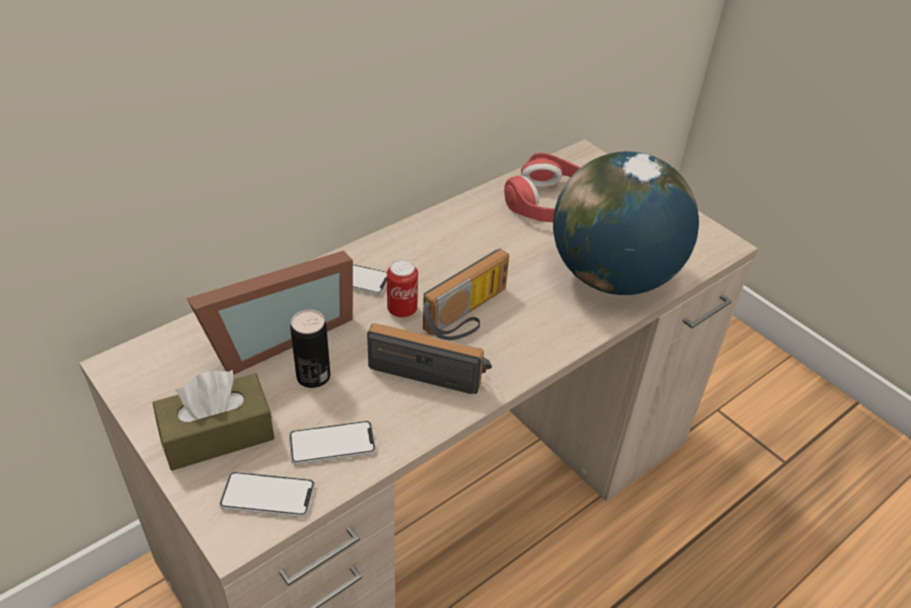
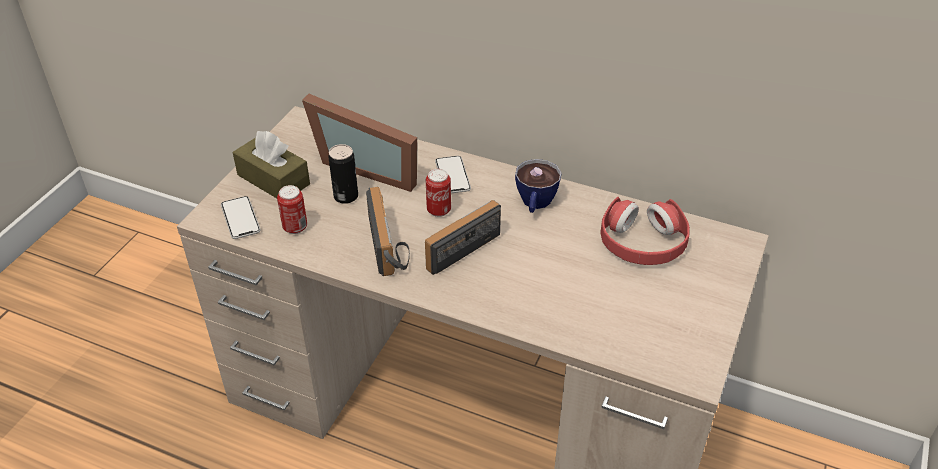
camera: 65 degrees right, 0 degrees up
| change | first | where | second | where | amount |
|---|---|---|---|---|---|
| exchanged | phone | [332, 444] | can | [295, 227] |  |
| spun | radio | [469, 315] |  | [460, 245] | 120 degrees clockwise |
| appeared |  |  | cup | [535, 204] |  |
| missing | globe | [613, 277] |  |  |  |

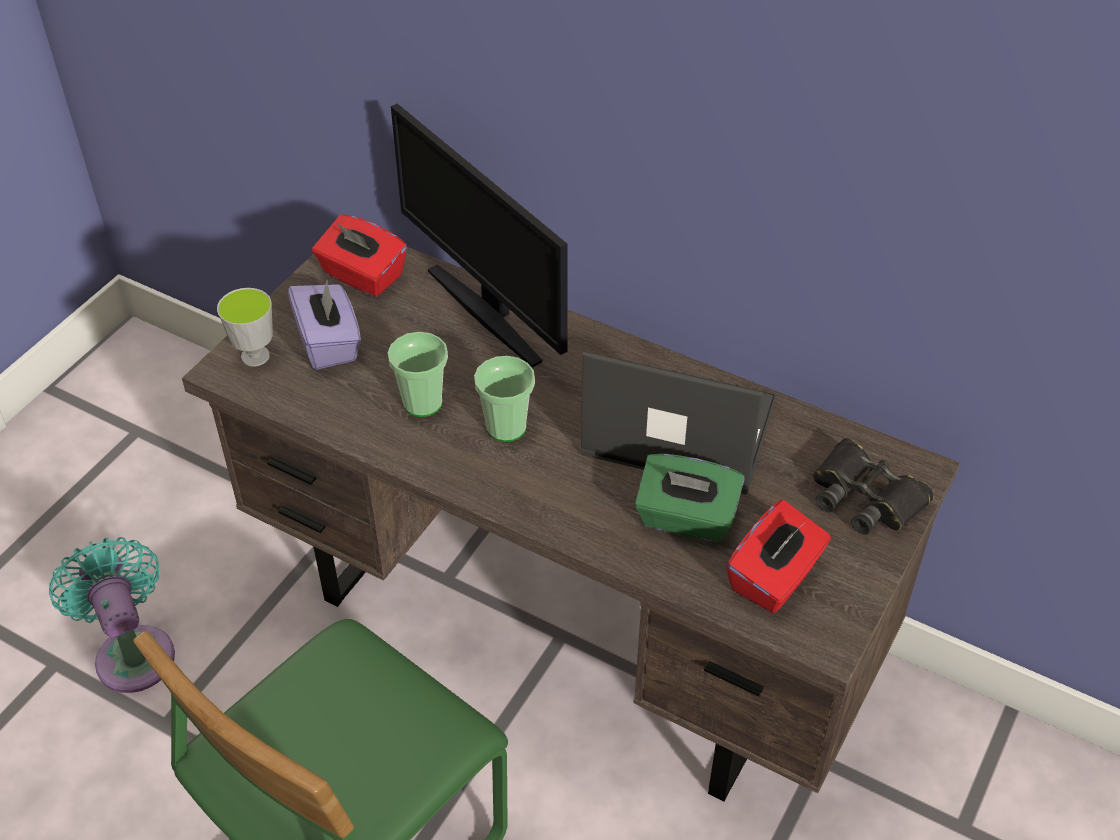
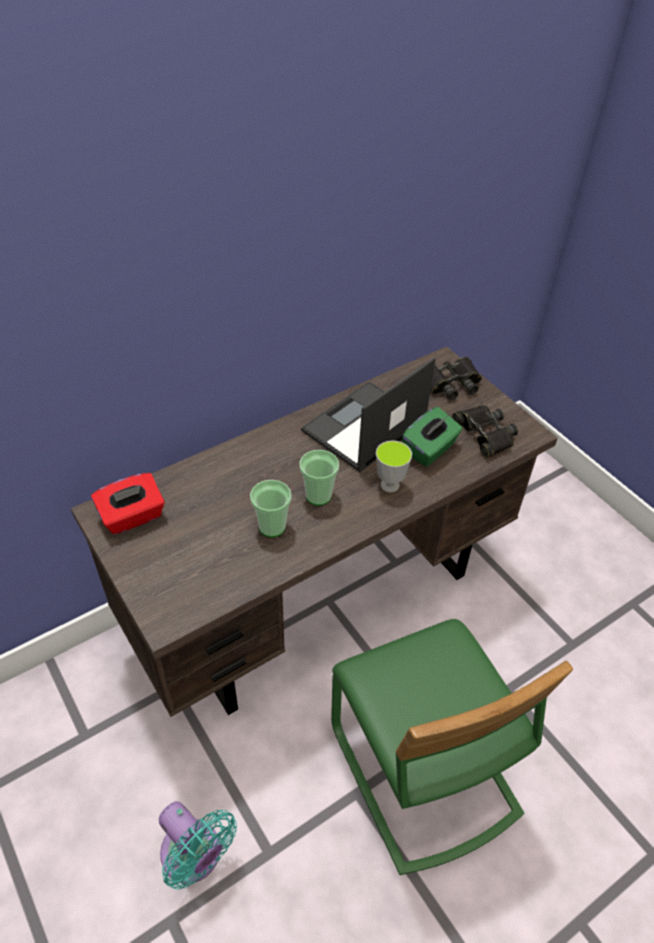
camera: 65 degrees left, 0 degrees up
| change | first | where | second | where | amount |
|---|---|---|---|---|---|
| spun | fan (turquoise) | [133, 652] |  | [195, 857] | 135 degrees counterclockwise |
| relocated | cup | [255, 356] |  | [389, 485] |  |
| exchanged | tissue box (red) | [775, 578] | binoculars (black) | [485, 434] |  |
| missing | tissue box (purple) | [329, 343] |  |  |  |
| missing | monitor | [488, 312] |  |  |  |

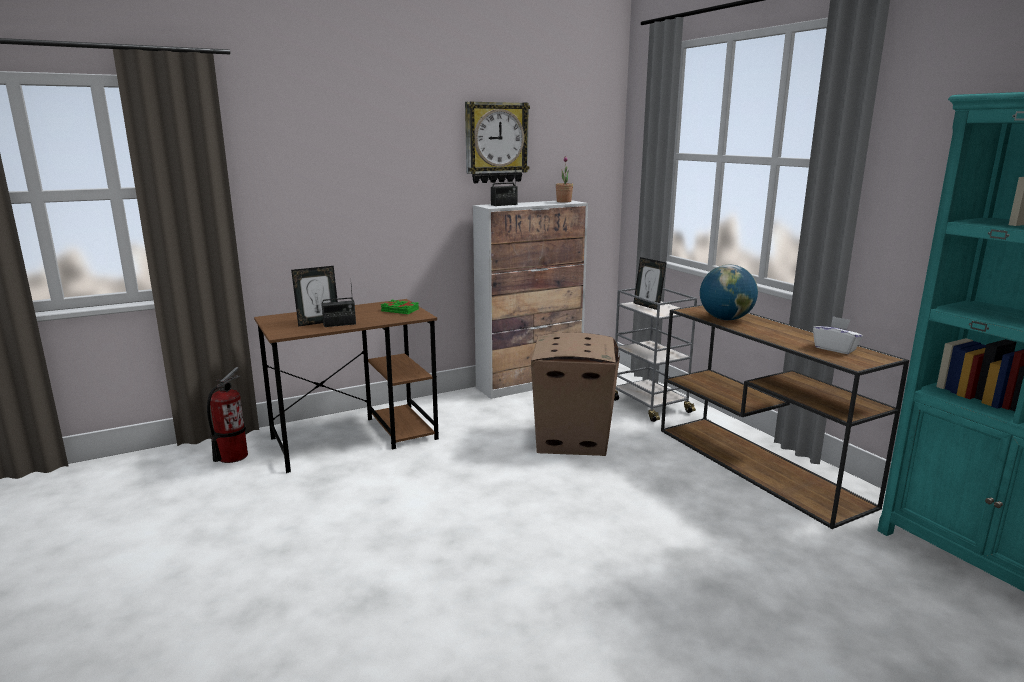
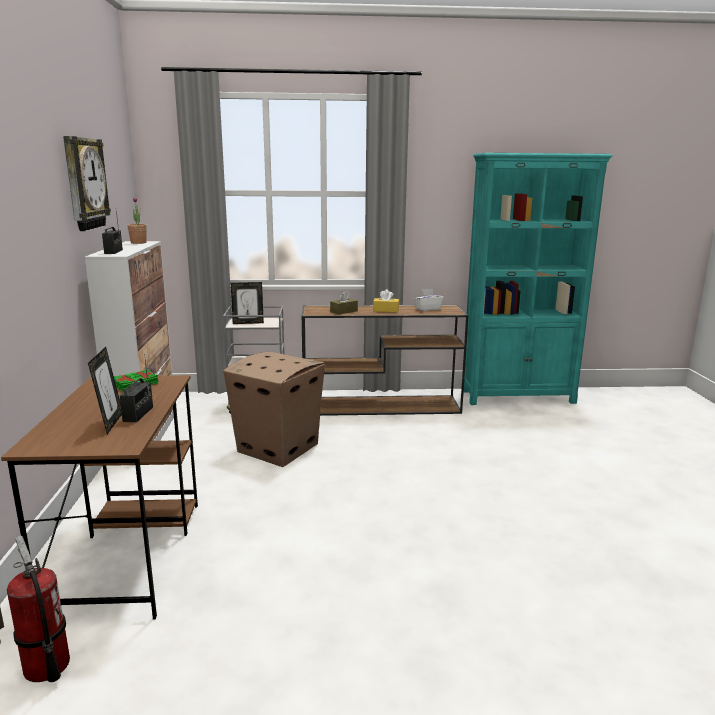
camera: 65 degrees left, 0 degrees up
| change | first | where | second | where | amount |
|---|---|---|---|---|---|
| exchanged | globe | [725, 319] | tissue box (brown) | [344, 311] |  |
| appeared |  |  | tissue box (yellow) | [386, 310] |  |

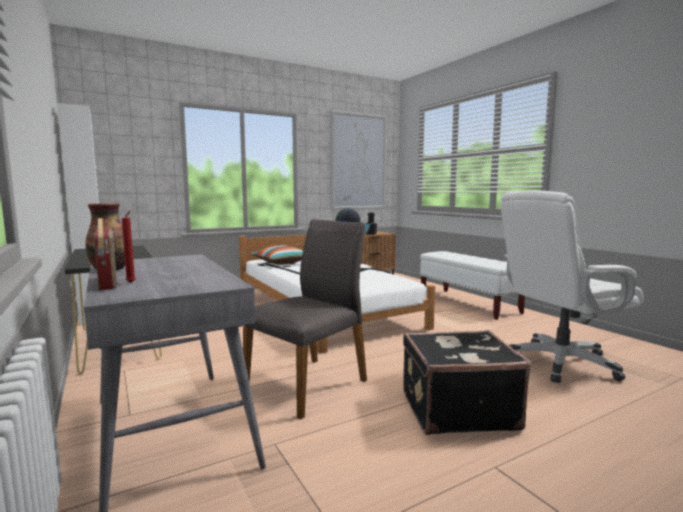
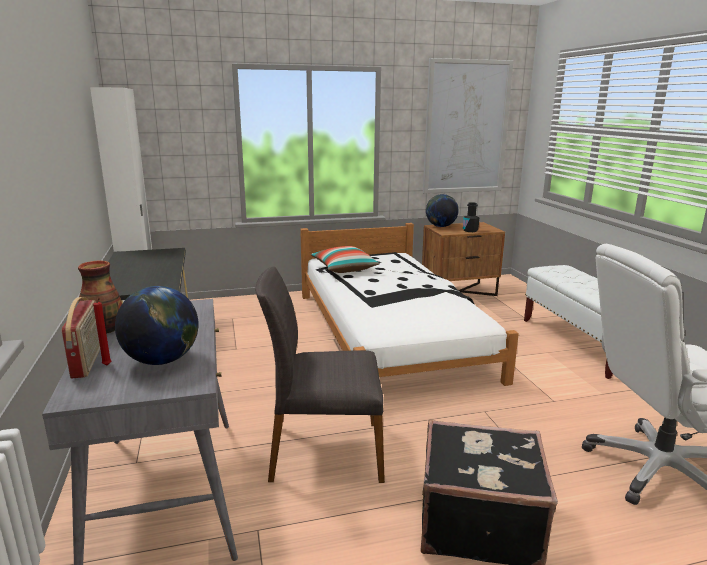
camera: 15 degrees right, 10 degrees up
| change | first | where | second | where | amount |
|---|---|---|---|---|---|
| appeared |  |  | globe | [162, 361] |  |
| spun | chair (grey) | [308, 384] |  | [324, 451] | 150 degrees counterclockwise |

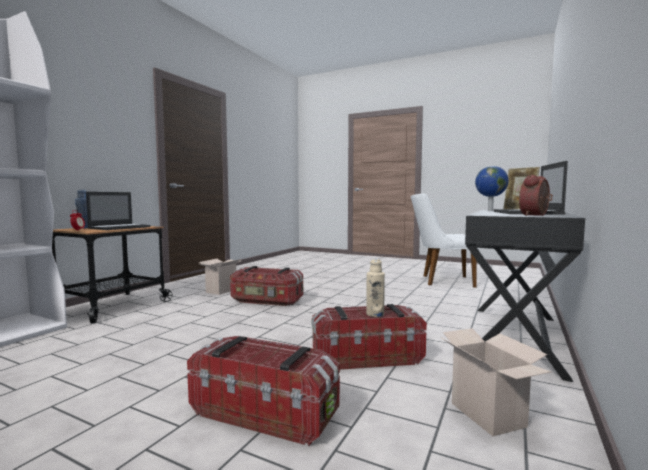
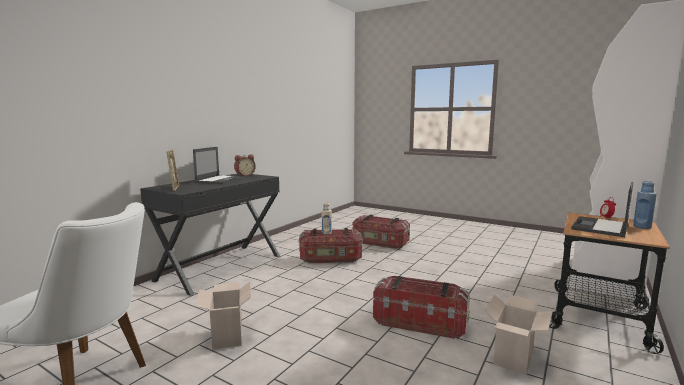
camera: 175 degrees left, 5 degrees up
| change | first | where | second | where | amount |
|---|---|---|---|---|---|
| relocated | cardboard box | [490, 415] |  | [226, 336] |  |
| missing | globe | [489, 211] |  |  |  |

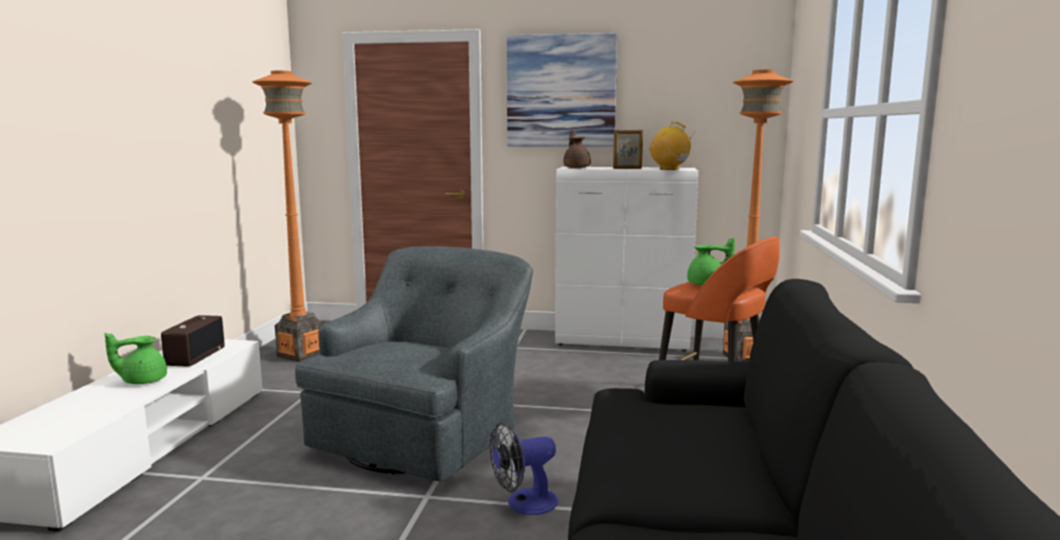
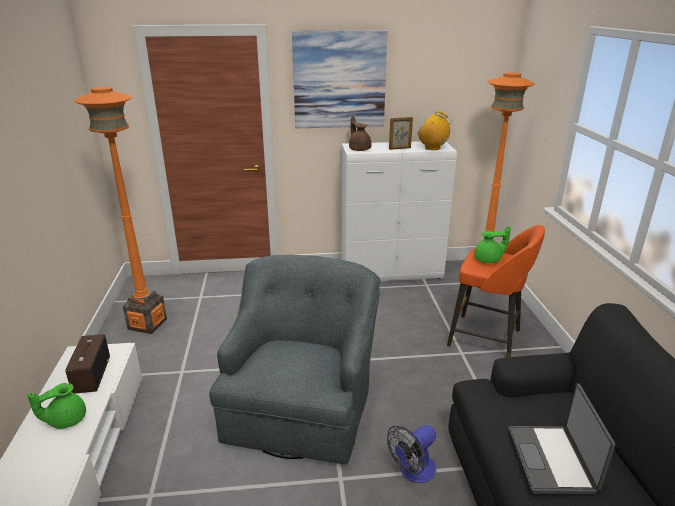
camera: 15 degrees left, 15 degrees up
| change | first | where | second | where | amount |
|---|---|---|---|---|---|
| appeared |  |  | laptop | [552, 460] |  |

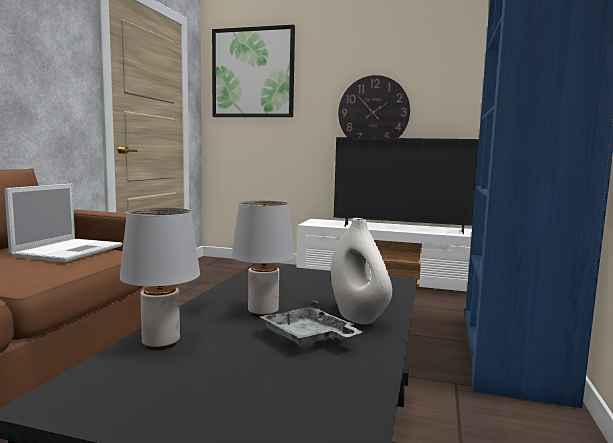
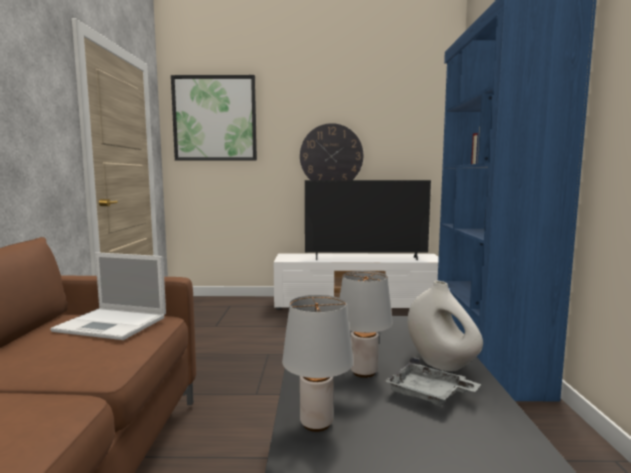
camera: 15 degrees left, 0 degrees up
| change | first | where | second | where | amount |
|---|---|---|---|---|---|
| spun | laptop | [70, 250] |  | [113, 324] | 105 degrees clockwise |

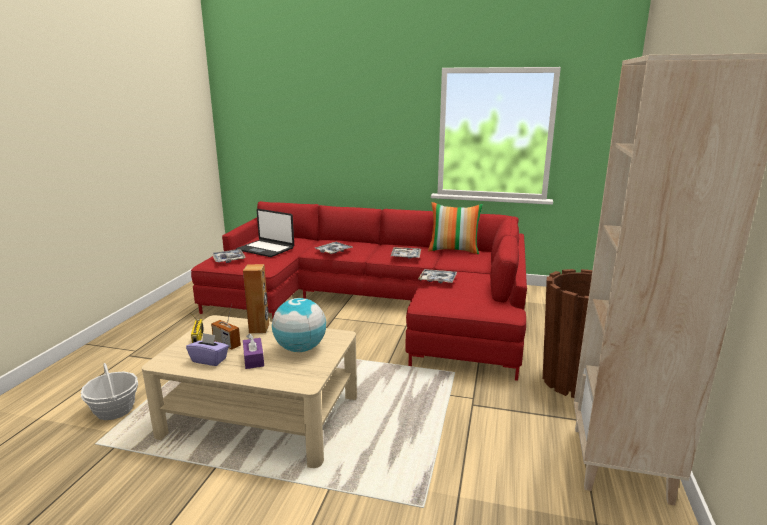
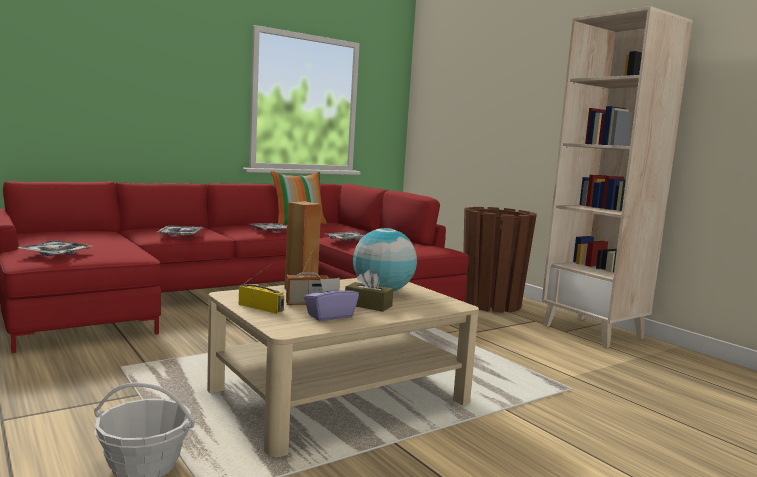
camera: 50 degrees left, 10 degrees down
| change | first | where | second | where | amount |
|---|---|---|---|---|---|
| colour | tissue box (purple) | [253, 359] | tissue box (brown) | [368, 305] |  |
| missing | laptop | [266, 249] |  |  |  |

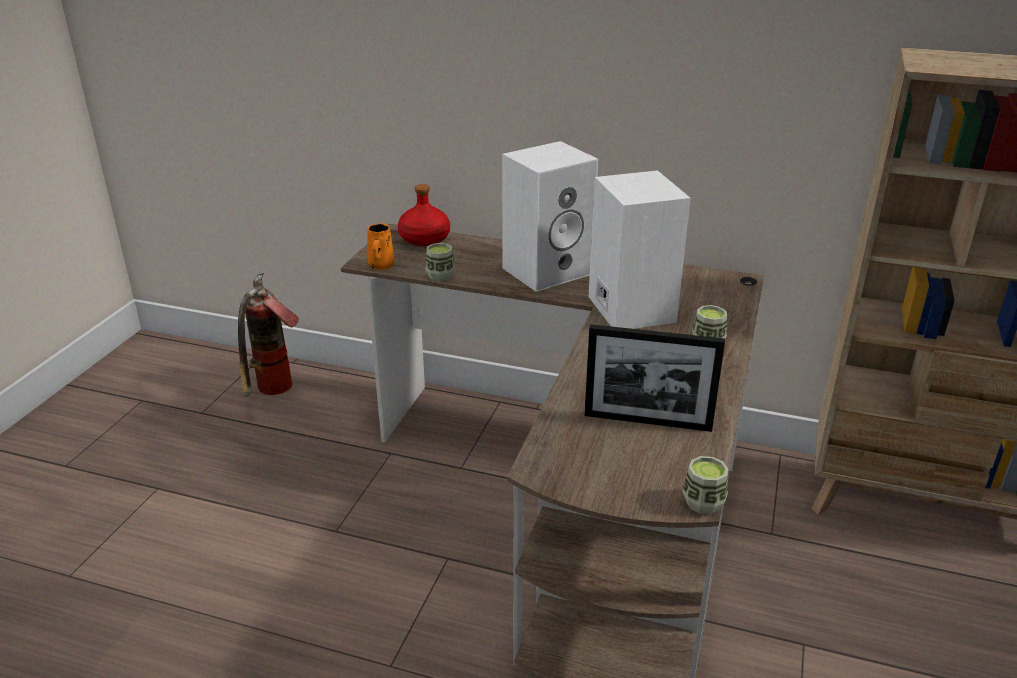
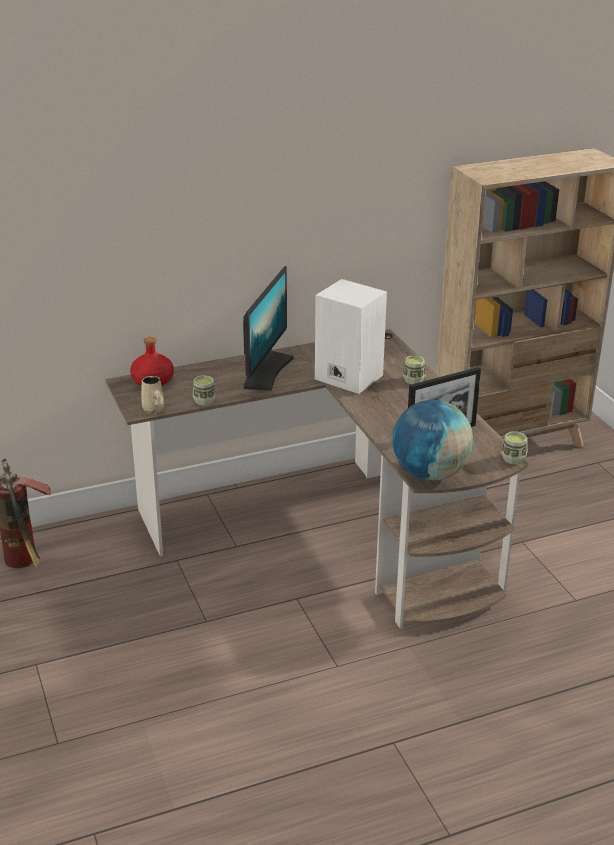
camera: 40 degrees left, 0 degrees up
| change | first | where | second | where | amount |
|---|---|---|---|---|---|
| colour | mug (orange) | [380, 266] | mug (beige) | [153, 410] |  |
| exchanged | speaker (white) | [547, 270] | monitor | [265, 371] |  |
| appeared |  |  | globe | [430, 473] |  |

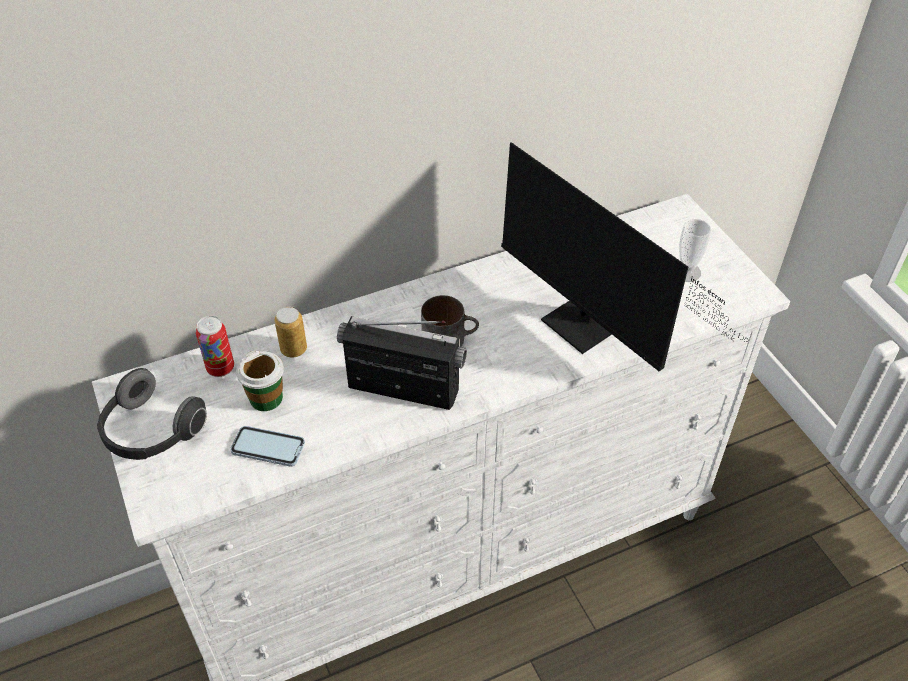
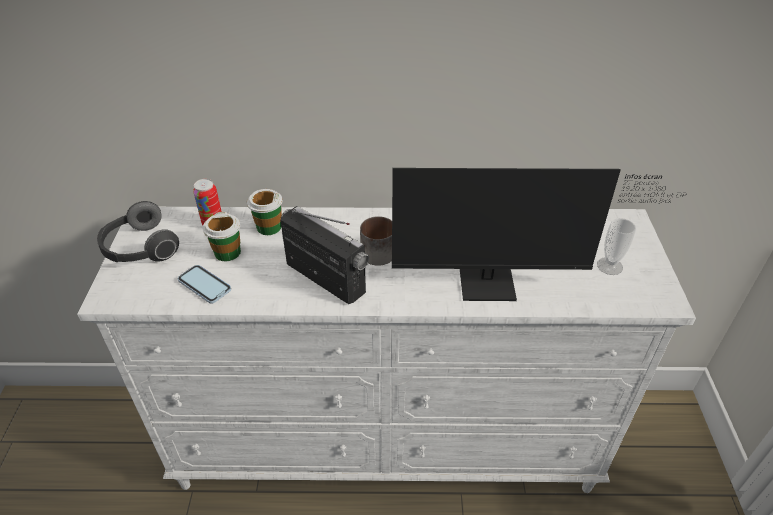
camera: 25 degrees right, 5 degrees down
| change | first | where | second | where | amount |
|---|---|---|---|---|---|
| exchanged | can | [293, 349] | cup | [269, 227] |  |
| spun | monitor | [588, 330] |  | [497, 284] | 75 degrees counterclockwise |

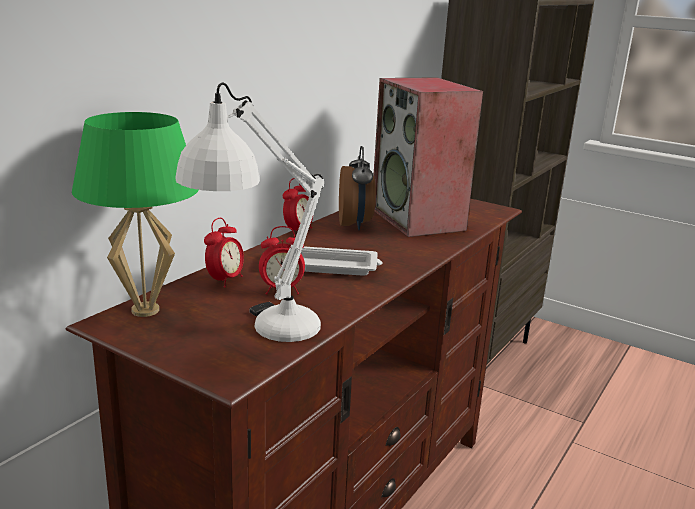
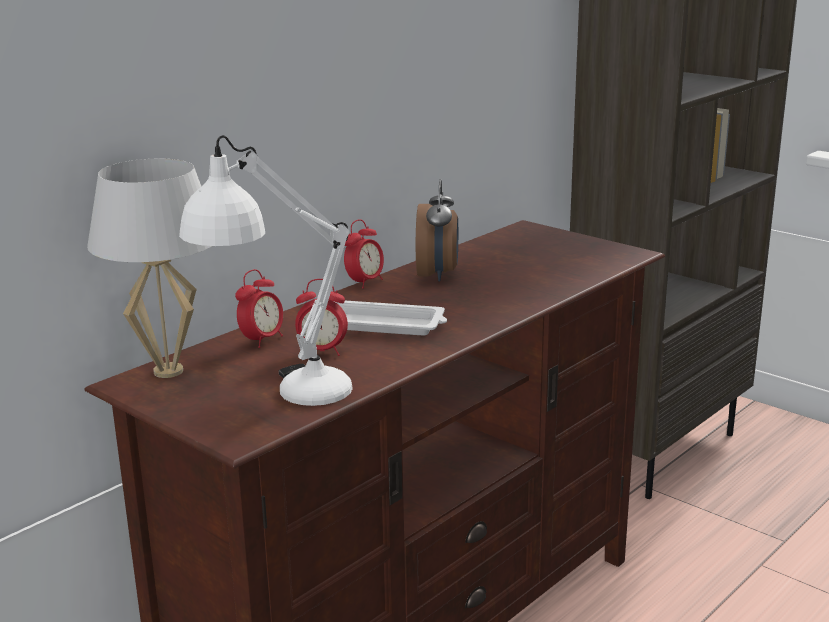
camera: 10 degrees right, 0 degrees up
| change | first | where | second | where | amount |
|---|---|---|---|---|---|
| colour | table lamp (green) | [145, 310] | table lamp (white) | [168, 372] |  |
| missing | speaker | [419, 220] |  |  |  |

